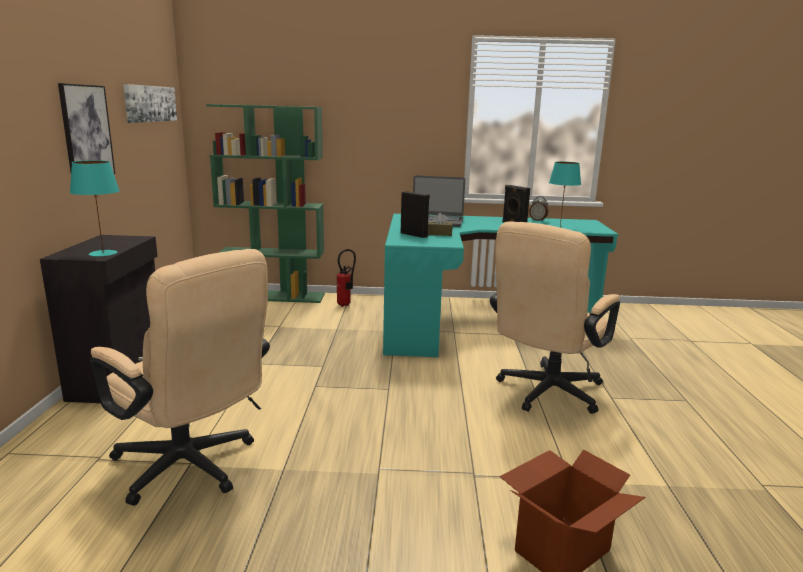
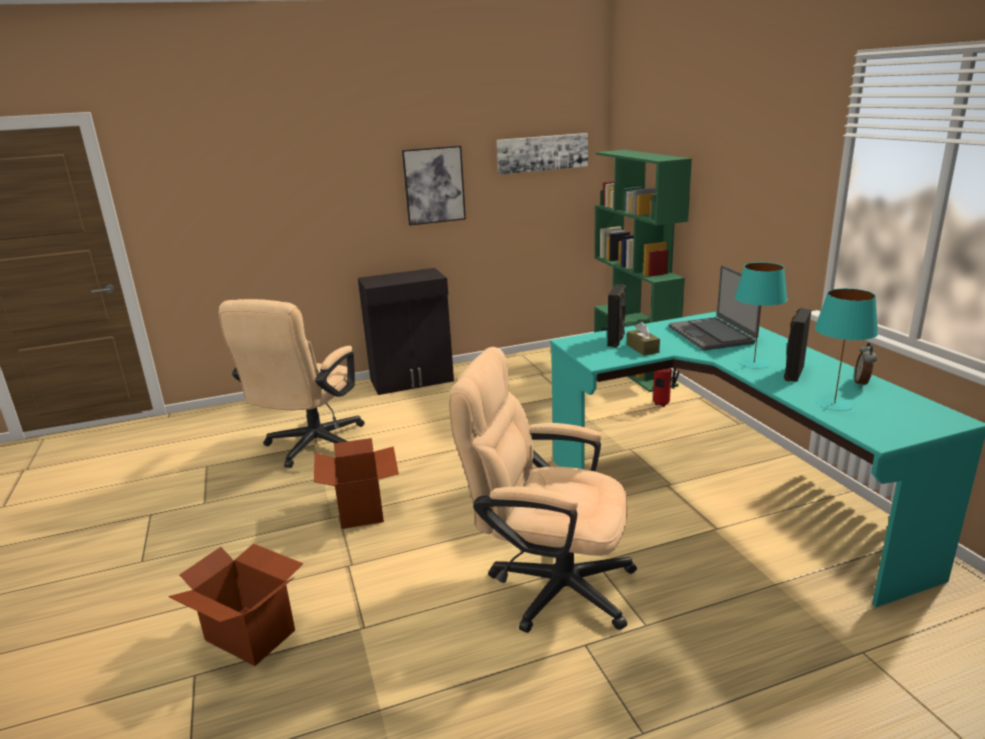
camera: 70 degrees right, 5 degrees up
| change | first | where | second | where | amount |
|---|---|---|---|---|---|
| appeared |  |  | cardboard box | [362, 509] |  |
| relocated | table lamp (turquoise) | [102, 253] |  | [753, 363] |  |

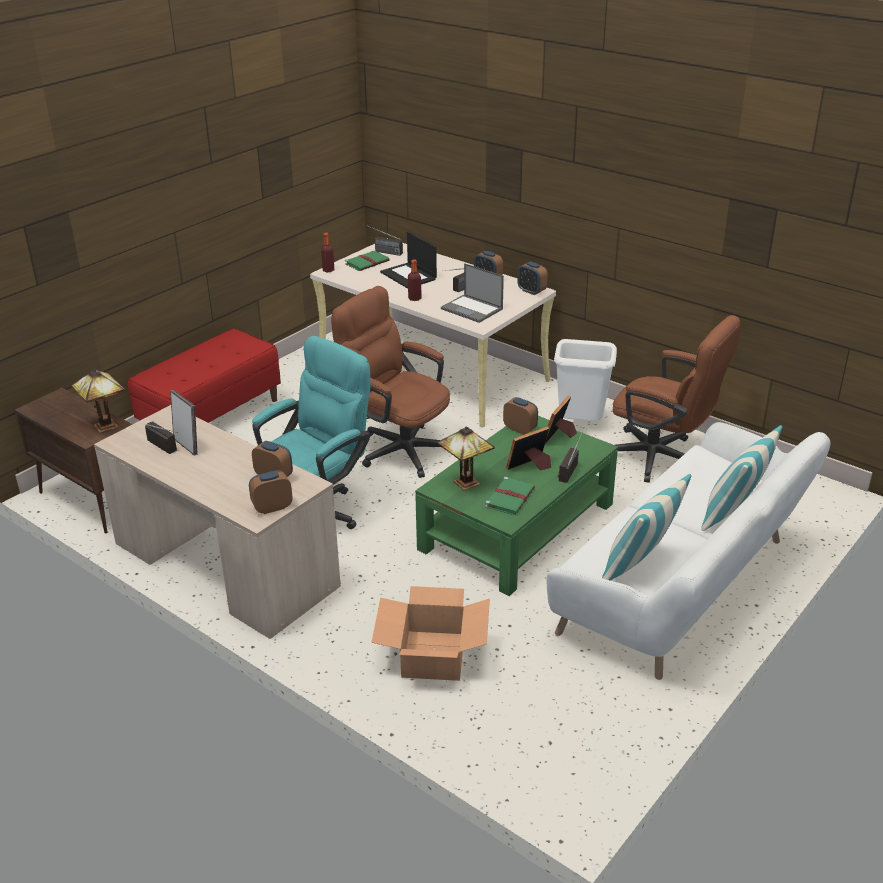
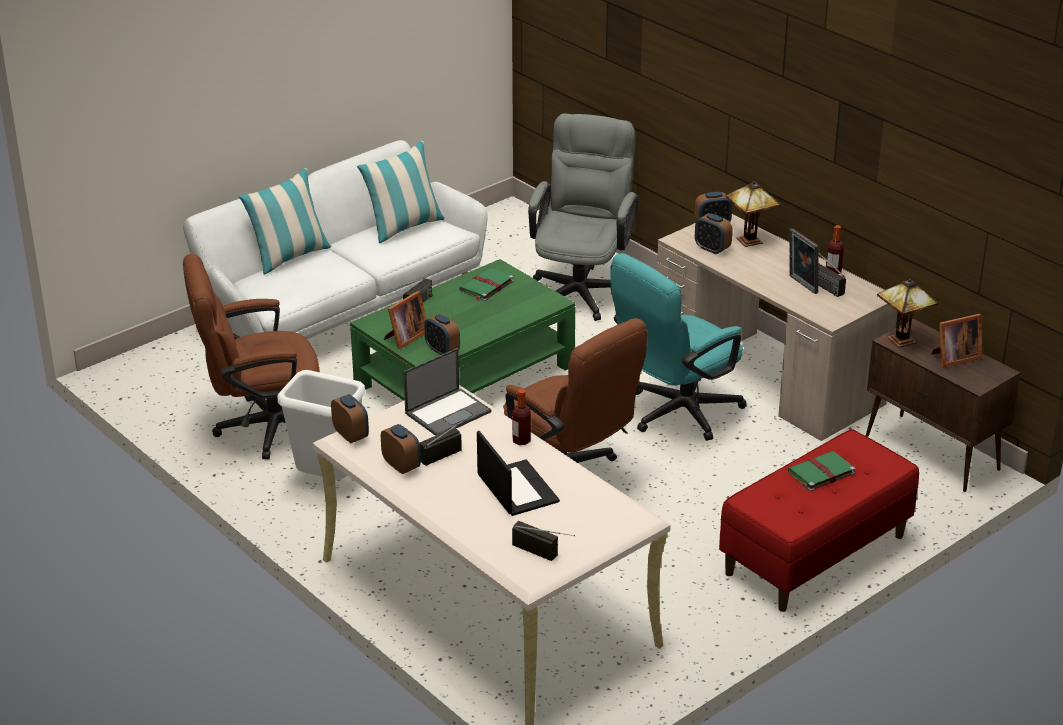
camera: 170 degrees left, 0 degrees up
| change | first | where | second | where | amount |
|---|---|---|---|---|---|
| spun | office chair (brown) | [662, 459] |  | [262, 428] | 60 degrees counterclockwise |
| spun | laptop | [472, 309] |  | [448, 412] | 90 degrees clockwise |
| exchanged | cardboard box | [432, 656] | office chair (grey) | [581, 288] |  |
| relocated | table lamp | [465, 484] |  | [750, 240] |  |
| relocated | book (green) | [367, 262] |  | [820, 473] |  |
| relocated | bottle | [328, 270] |  | [833, 272] |  |
| relocated | picture frame | [530, 466] |  | [954, 358] |  |

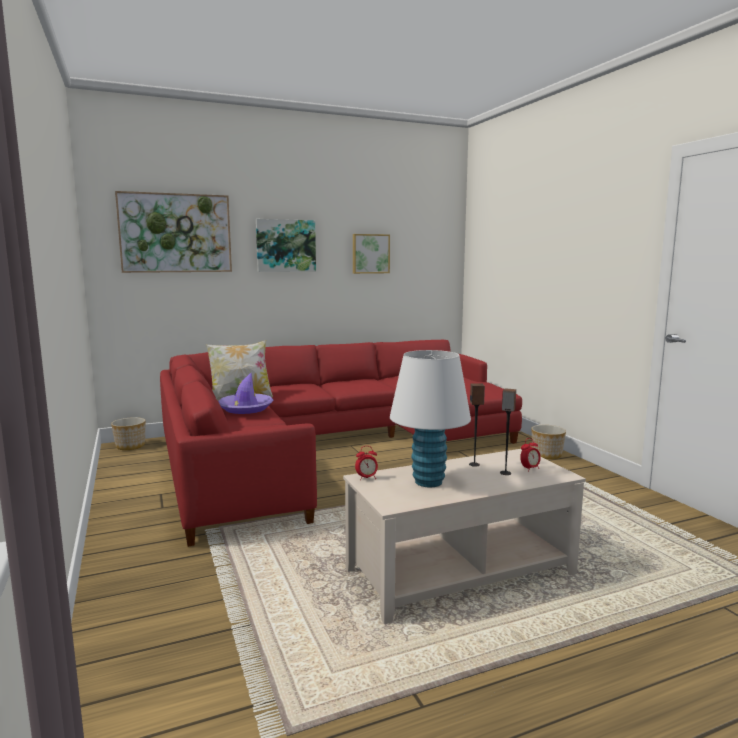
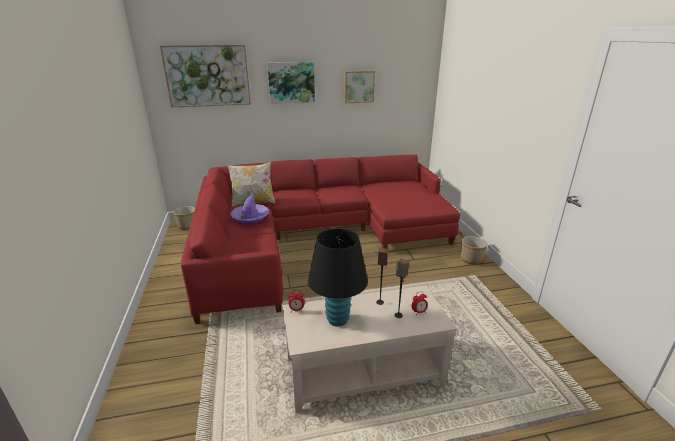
camera: 10 degrees right, 15 degrees up
| change | first | where | second | where | amount |
|---|---|---|---|---|---|
| colour | table lamp (white) | [428, 482] | table lamp (black) | [337, 319] |  |

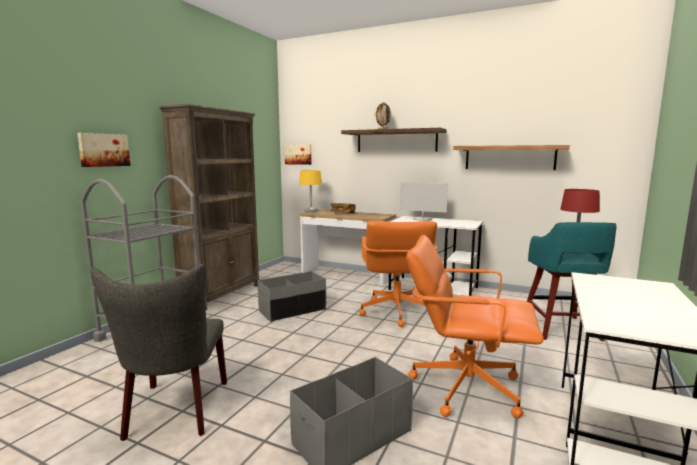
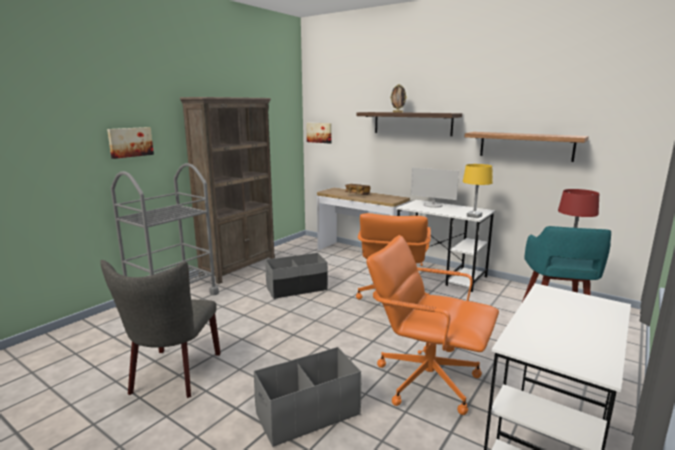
camera: 10 degrees right, 5 degrees up
| change | first | where | second | where | amount |
|---|---|---|---|---|---|
| relocated | table lamp (yellow) | [311, 211] |  | [474, 216] |  |

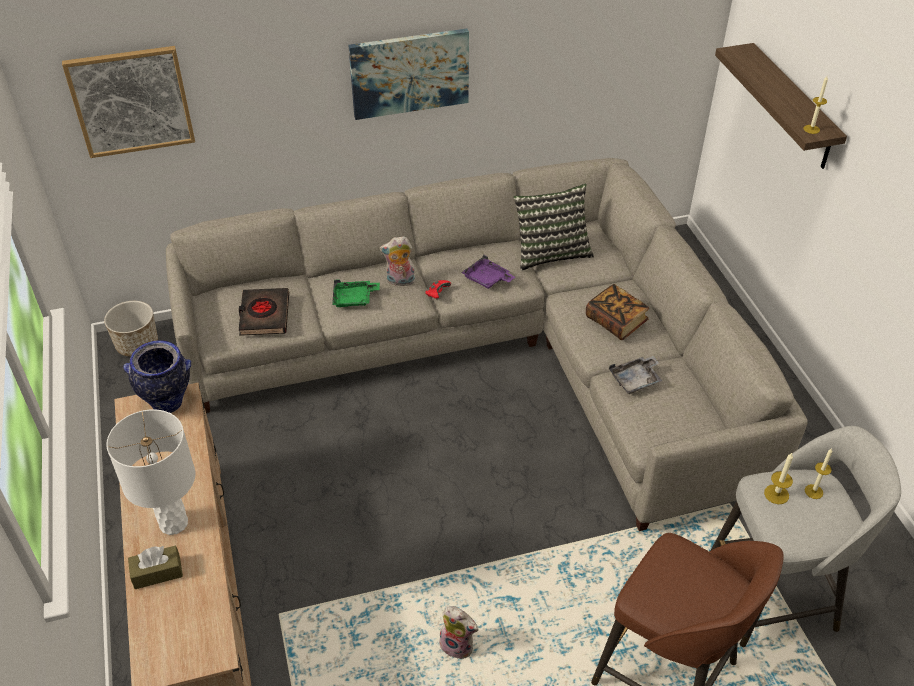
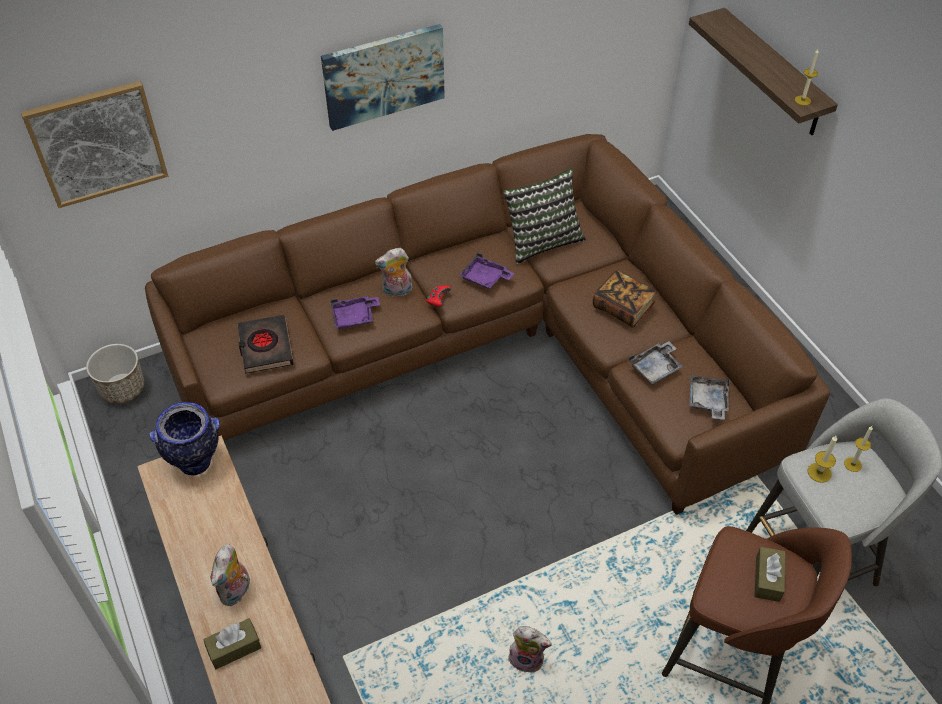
camera: 10 degrees left, 5 degrees up
| change | first | where | second | where | amount |
|---|---|---|---|---|---|
| colour | sofa (grey) | [495, 353] | sofa (brown) | [497, 348] |  |
| exchanged | table lamp (white) | [173, 523] | plush toy | [236, 592] |  |
| colour | tray (green) | [354, 299] | tray (purple) | [354, 317] |  |
| appeared |  |  | tray (grey) | [707, 401] |  |
| appeared |  |  | tissue box (brown) | [767, 579] |  |

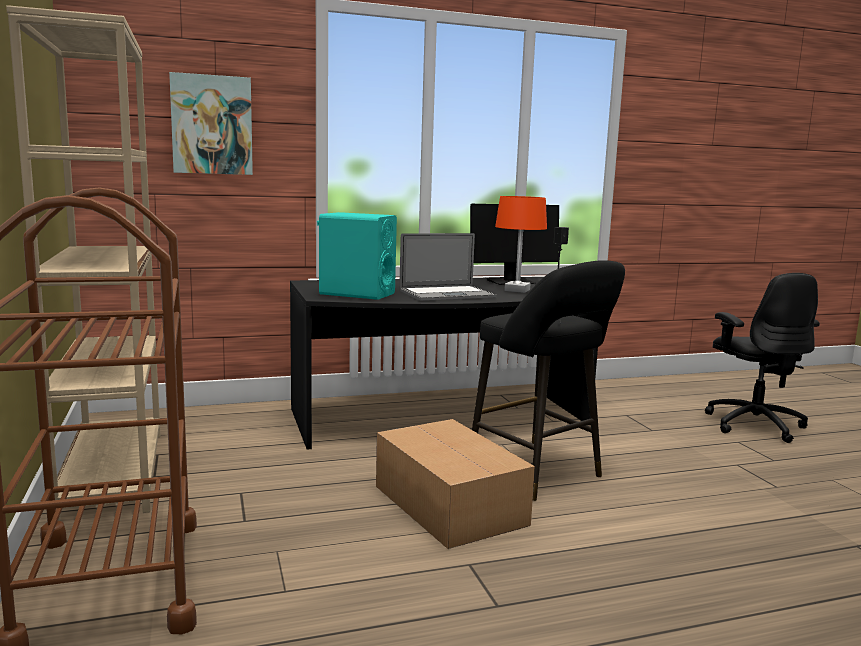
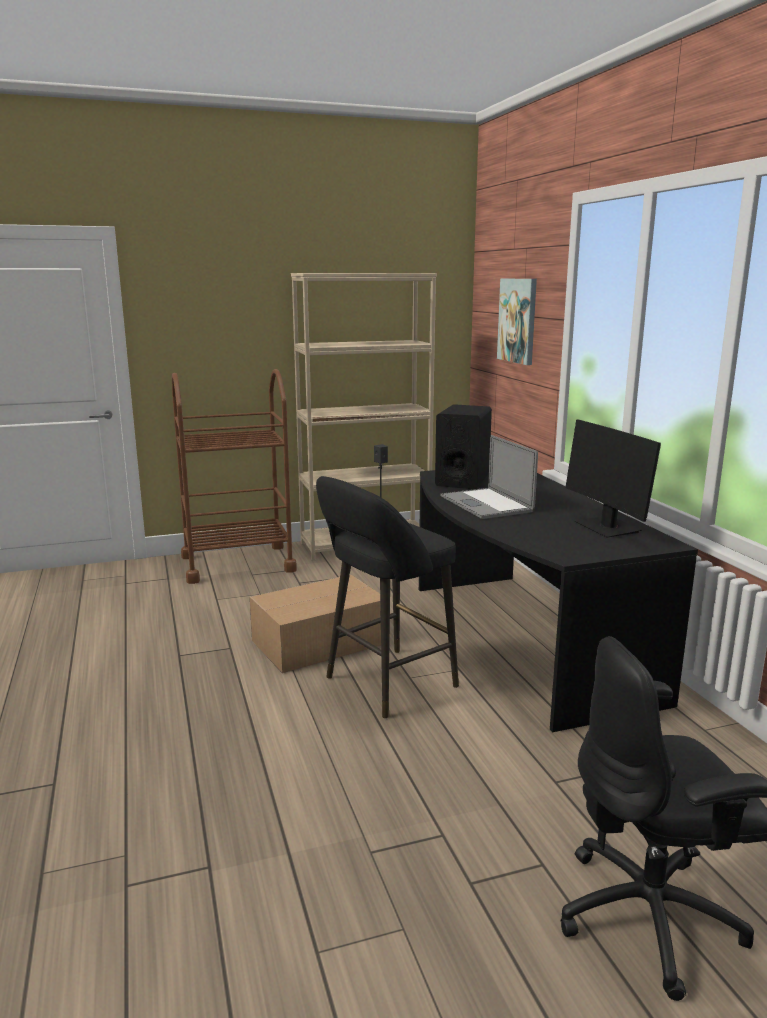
camera: 90 degrees right, 5 degrees up
| change | first | where | second | where | amount |
|---|---|---|---|---|---|
| colour | speaker (turquoise) | [357, 293] | speaker (black) | [462, 480] |  |
| missing | table lamp (orange) | [517, 290] |  |  |  |

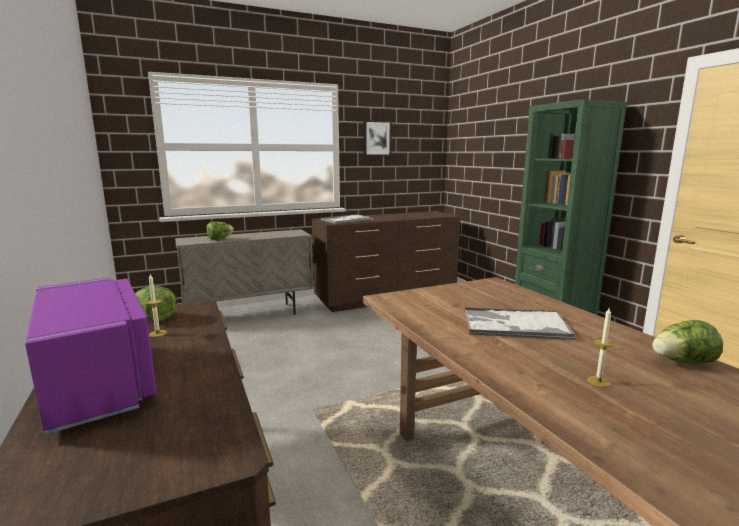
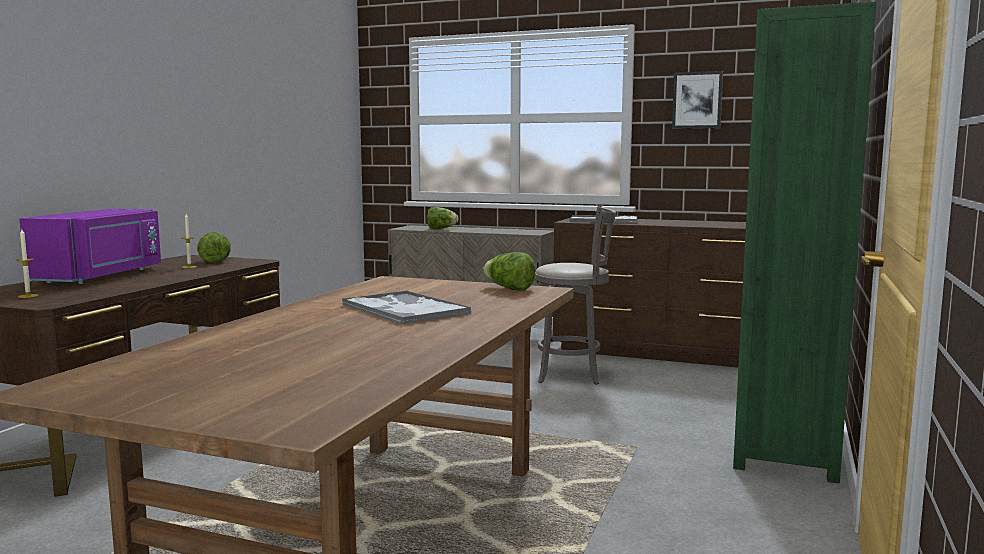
camera: 45 degrees right, 5 degrees down
| change | first | where | second | where | amount |
|---|---|---|---|---|---|
| relocated | candle | [598, 381] |  | [28, 296] |  |
| relocated | lettuce | [682, 362] |  | [509, 289] |  |
| appeared |  |  | stool (grey) | [573, 374] |  |

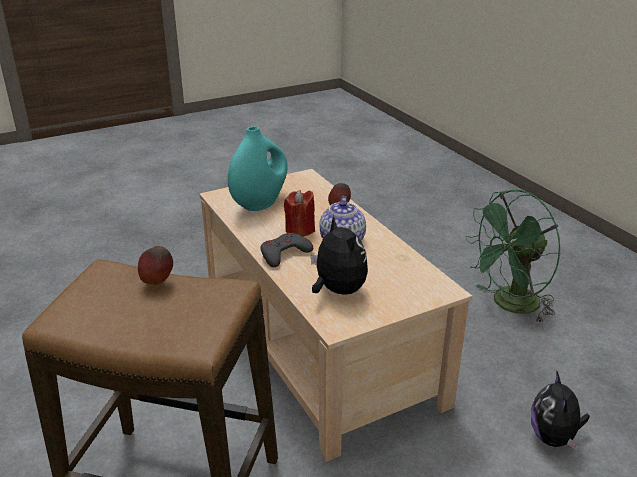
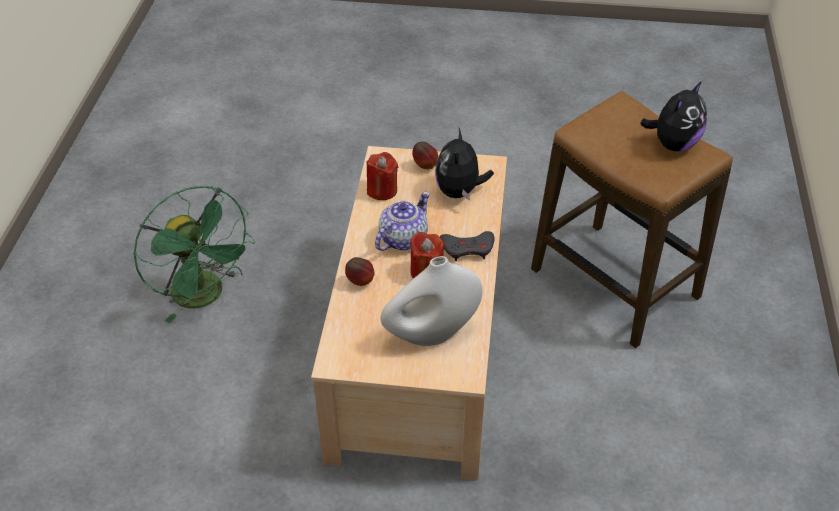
camera: 145 degrees left, 15 degrees up
| change | first | where | second | where | amount |
|---|---|---|---|---|---|
| spun | fan (green) | [509, 305] |  | [205, 296] | 45 degrees clockwise |
| appeared |  |  | candle (red) | [382, 190] |  |
| colour | vase (turquoise) | [260, 203] | vase (white) | [431, 335] |  |
| relocated | apple | [157, 282] |  | [425, 167] |  |
| relocated | plush toy | [554, 438] |  | [673, 144] |  |

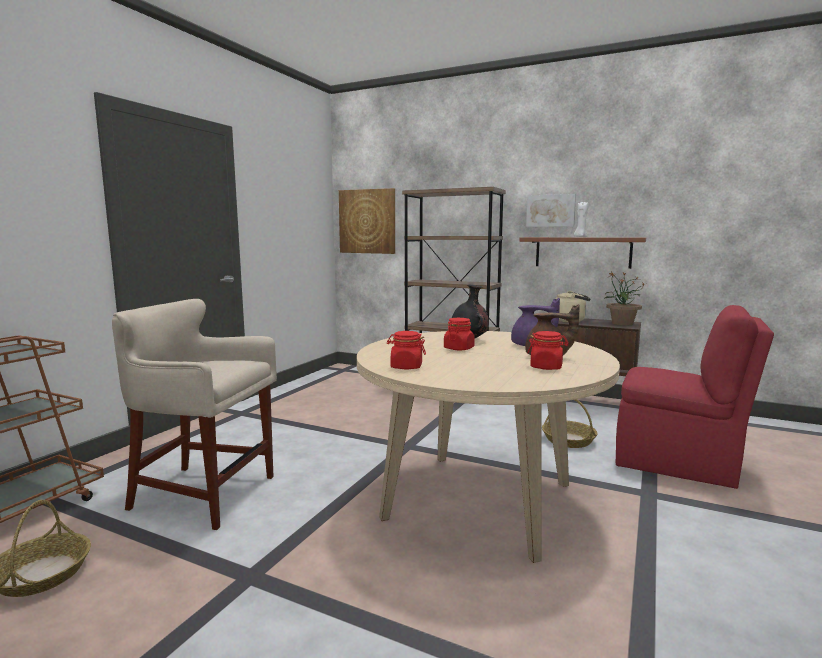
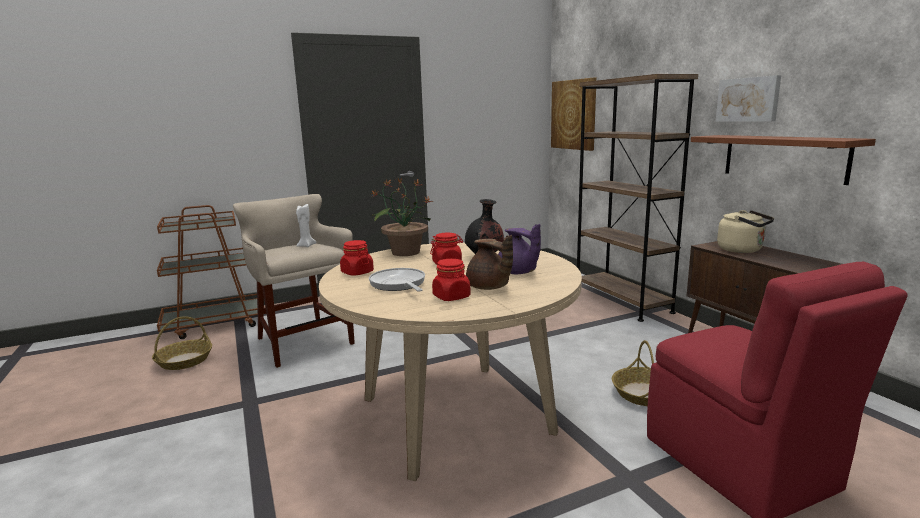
camera: 40 degrees right, 5 degrees up
| change | first | where | second | where | amount |
|---|---|---|---|---|---|
| relocated | candle (white) | [580, 237] |  | [306, 246] |  |
| appeared |  |  | frying pan | [398, 284] |  |
| relocated | potted plant | [621, 323] |  | [405, 252] |  |

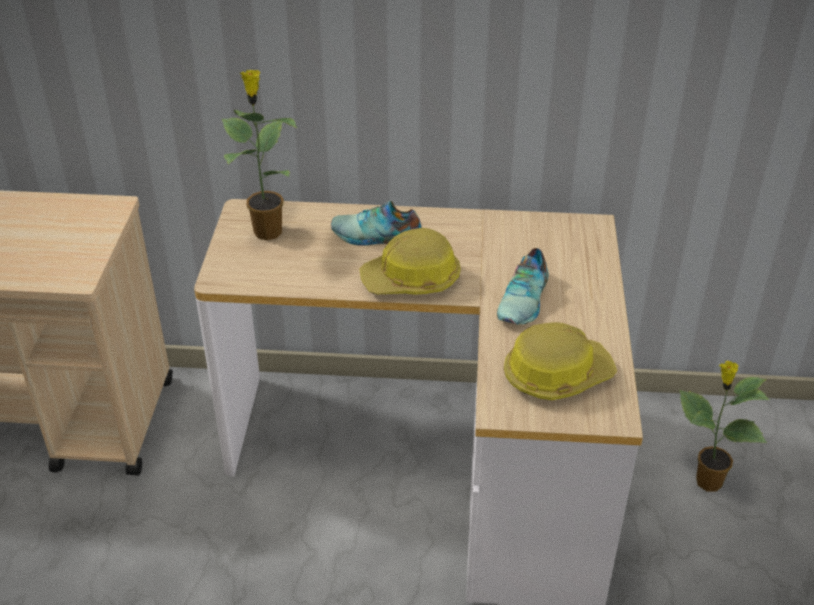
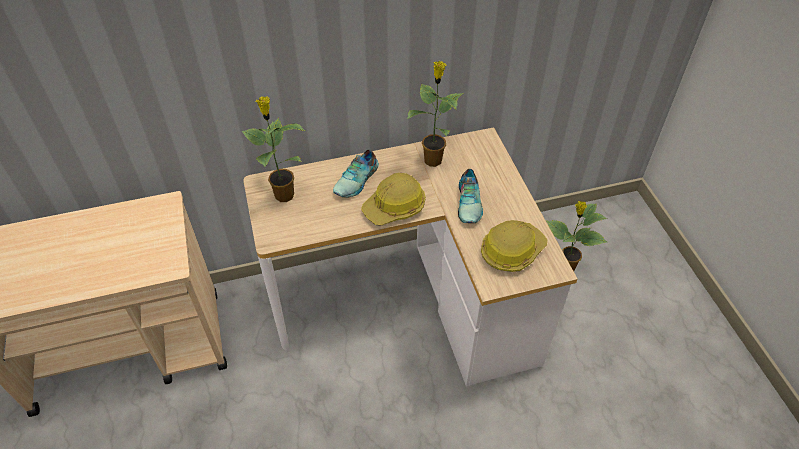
camera: 20 degrees left, 10 degrees up
| change | first | where | second | where | amount |
|---|---|---|---|---|---|
| spun | shoe | [377, 237] |  | [357, 180] | 45 degrees counterclockwise |
| appeared |  |  | potted plant | [433, 159] |  |

